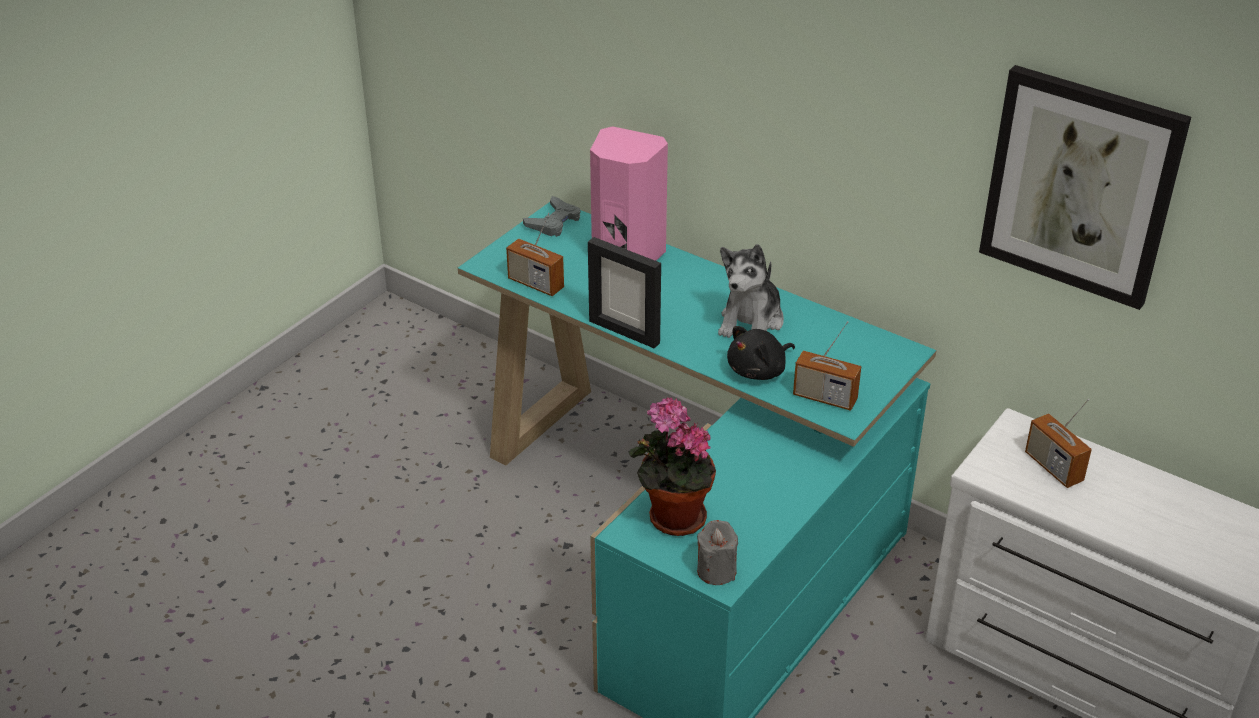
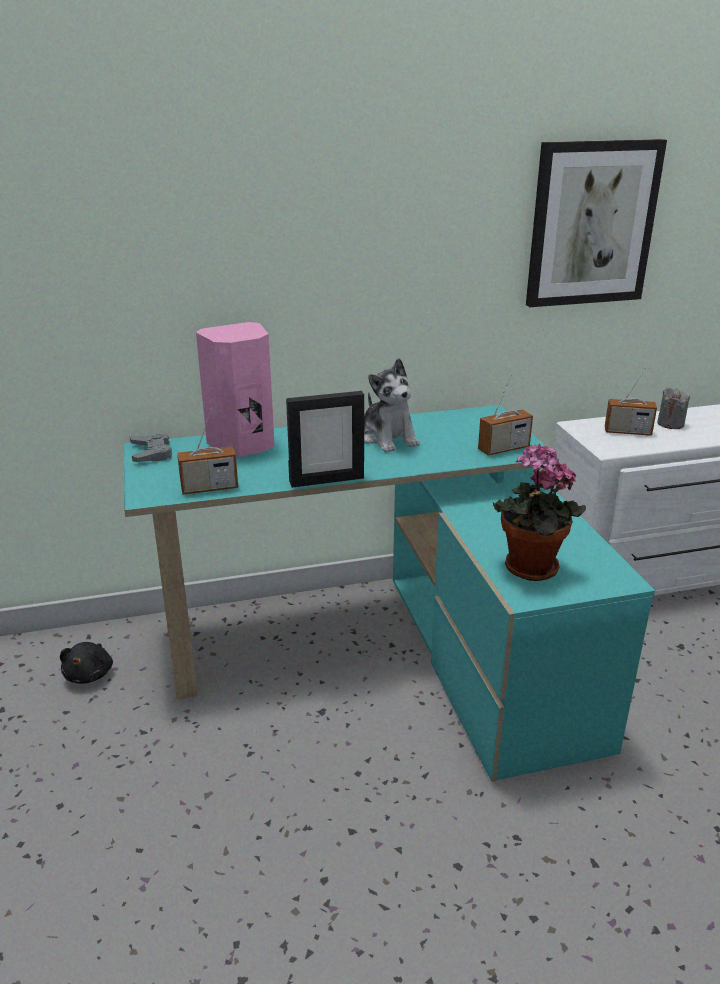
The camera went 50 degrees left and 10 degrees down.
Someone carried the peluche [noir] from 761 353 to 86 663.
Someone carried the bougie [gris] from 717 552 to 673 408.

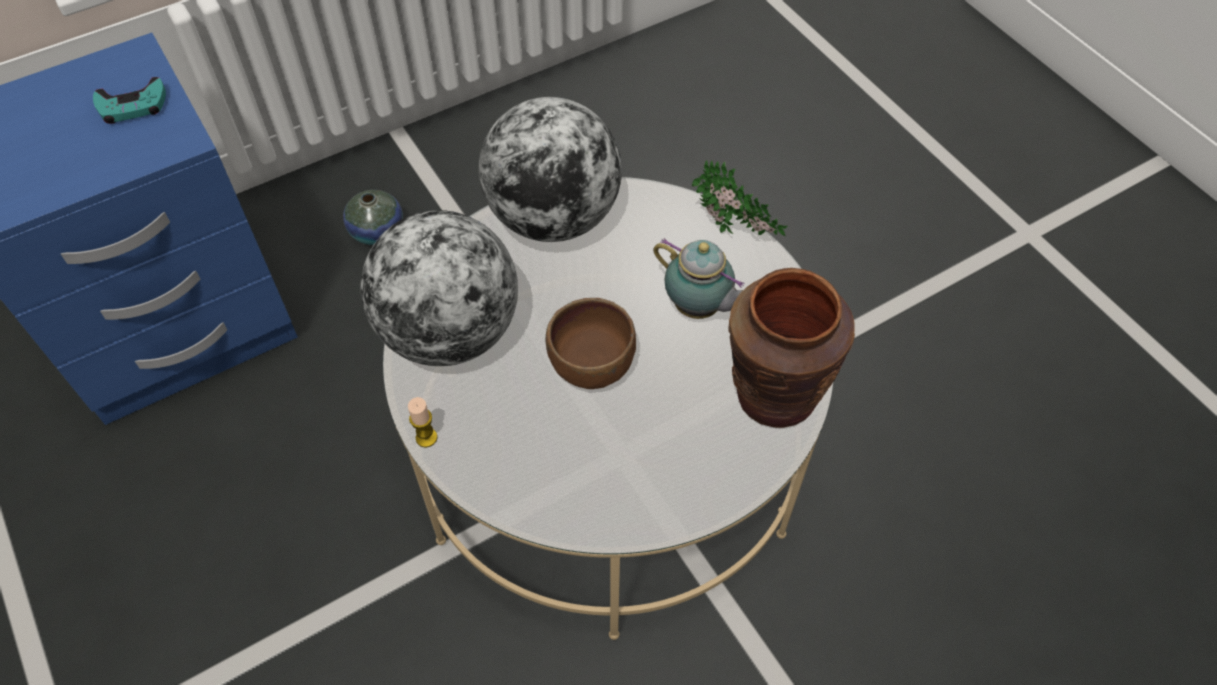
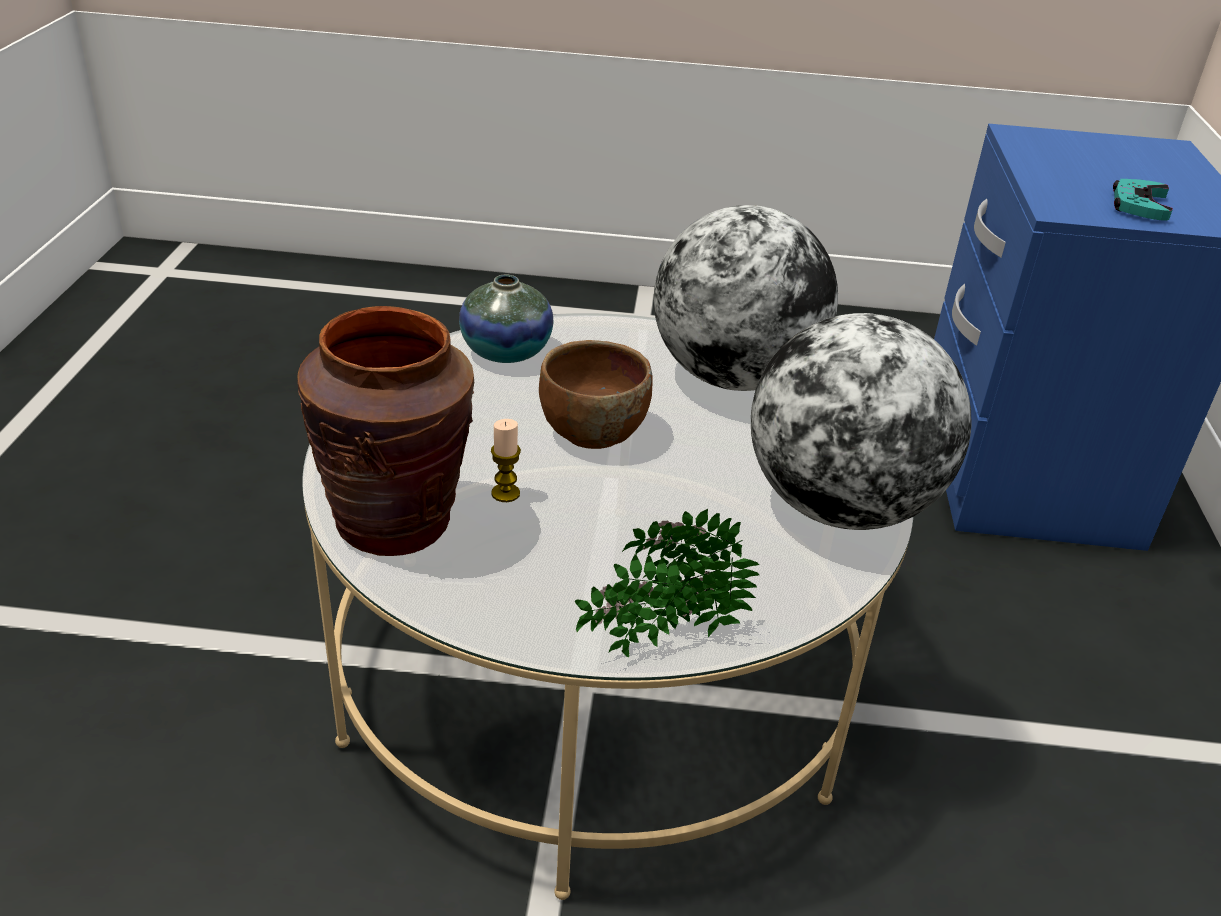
The camera went 125 degrees right and 20 degrees down.
Someone carried the vase from 373 217 to 506 318.
Someone carried the bougie from 423 422 to 506 460.
Someone took away the théière at 699 278.

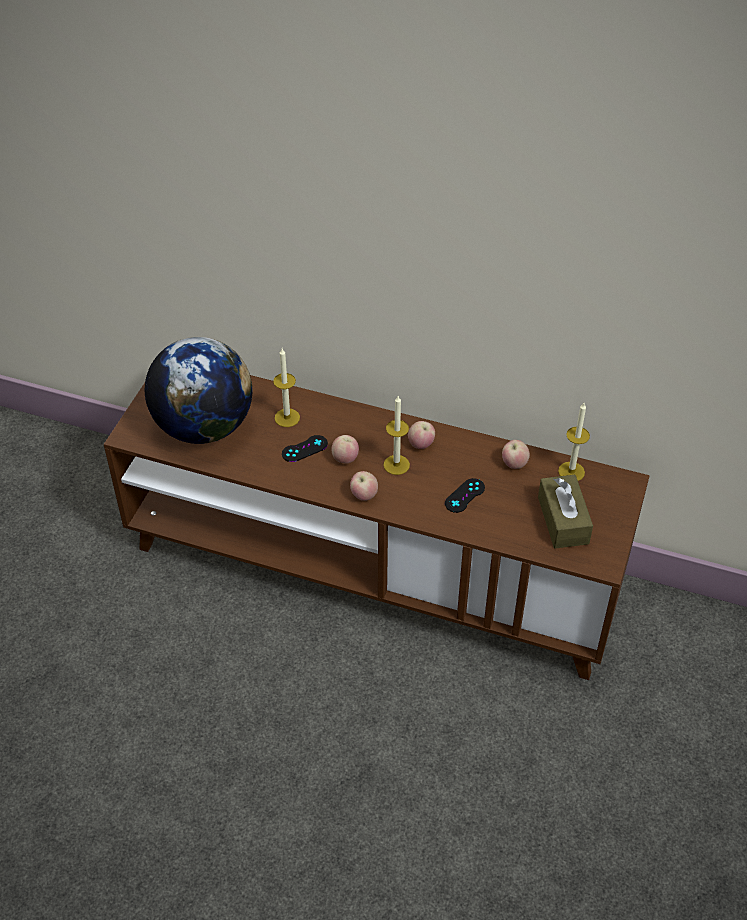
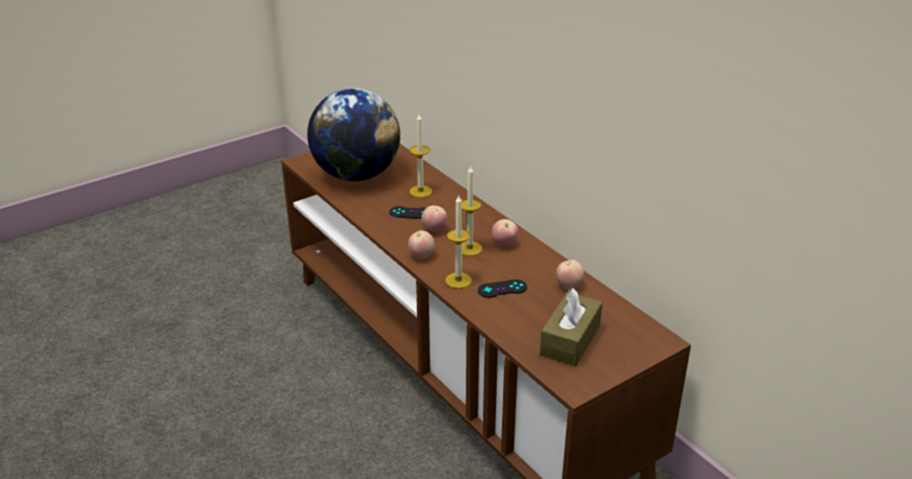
The camera went 35 degrees right and 15 degrees down.
Someone carried the bougie from 574 442 to 458 241.

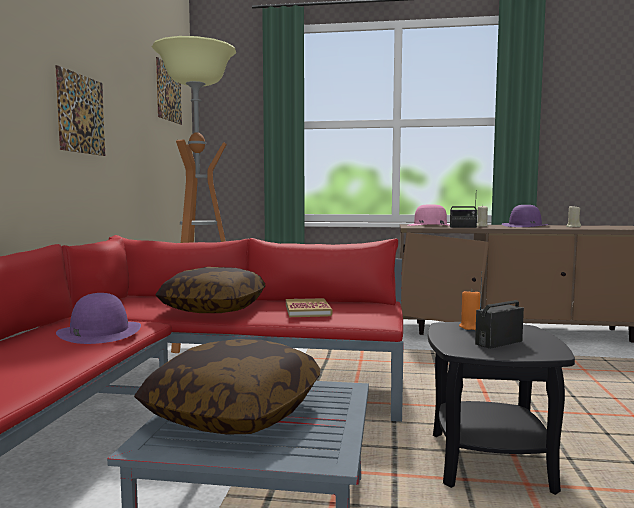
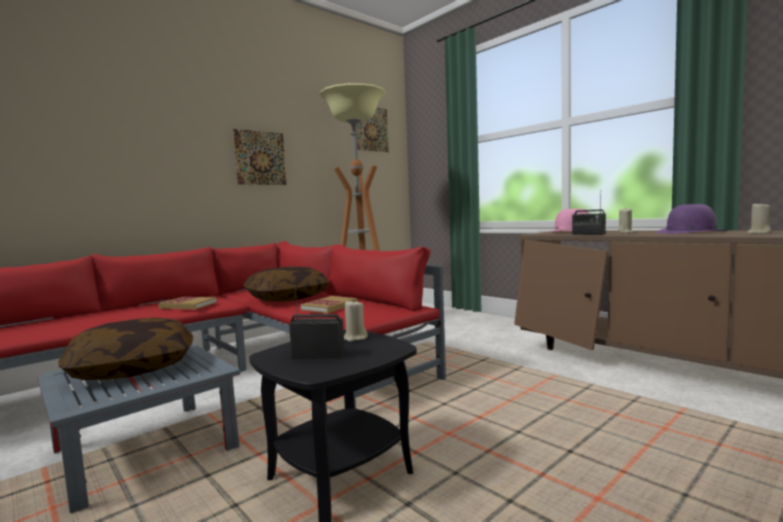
The camera went 40 degrees right and 0 degrees up.
Someone swapped the chapeau [violet] at 98 318 for the livre at 187 303.
Someone repainted the bougie [orange] at 470 310, which became the bougie [beige] at 356 320.

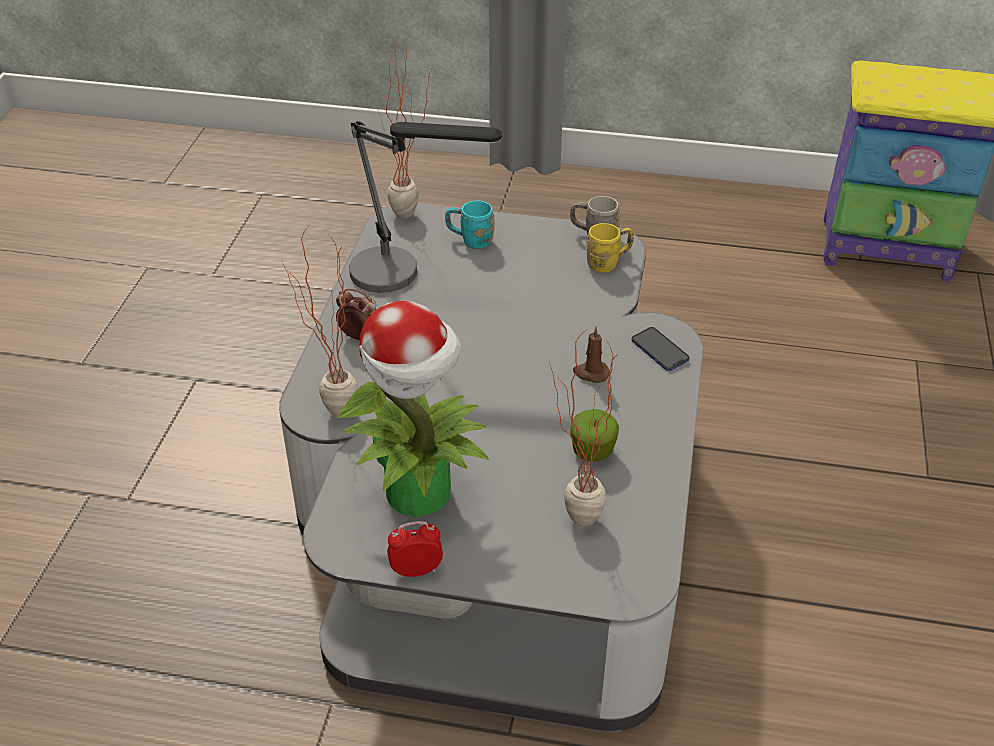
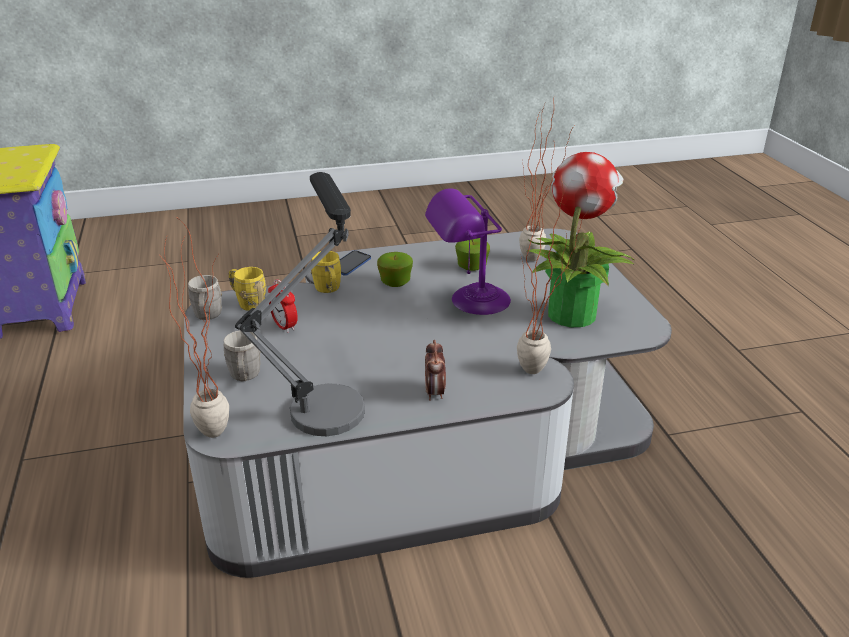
The camera went 115 degrees left and 10 degrees down.
Someone repainted the mug [turquoise] at 470 224, which became the mug [gris] at 242 356.
Someone carried the réveil from 415 549 to 283 306.
Someone put down the mug [jaune] at 326 272.
Someone swapped the bougie [marron] at 591 354 for the pomme at 395 269.
Someone put down the lampe de table [violet] at 468 251.

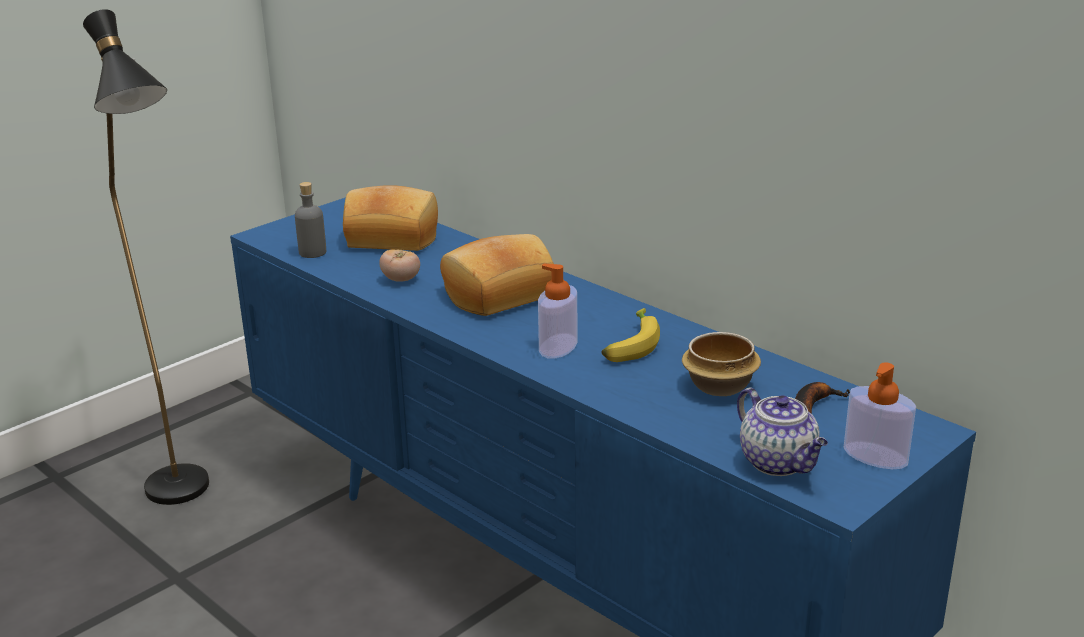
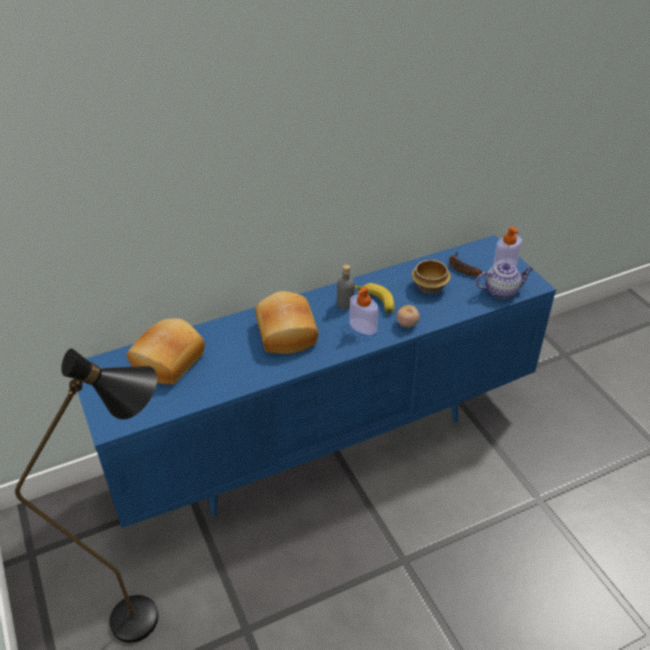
The camera went 70 degrees left and 15 degrees up.
Someone carried the bouteille [gris] from 310 220 to 346 287.
Someone carried the tomate from 399 265 to 408 316.

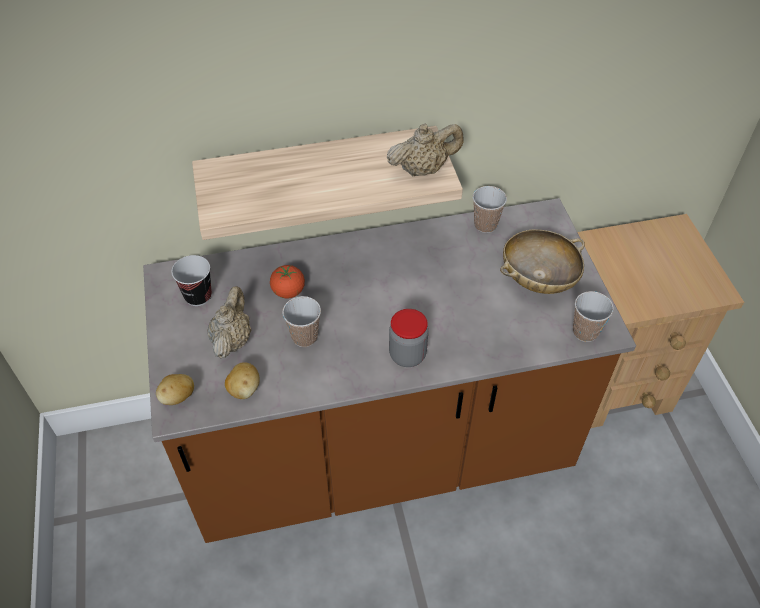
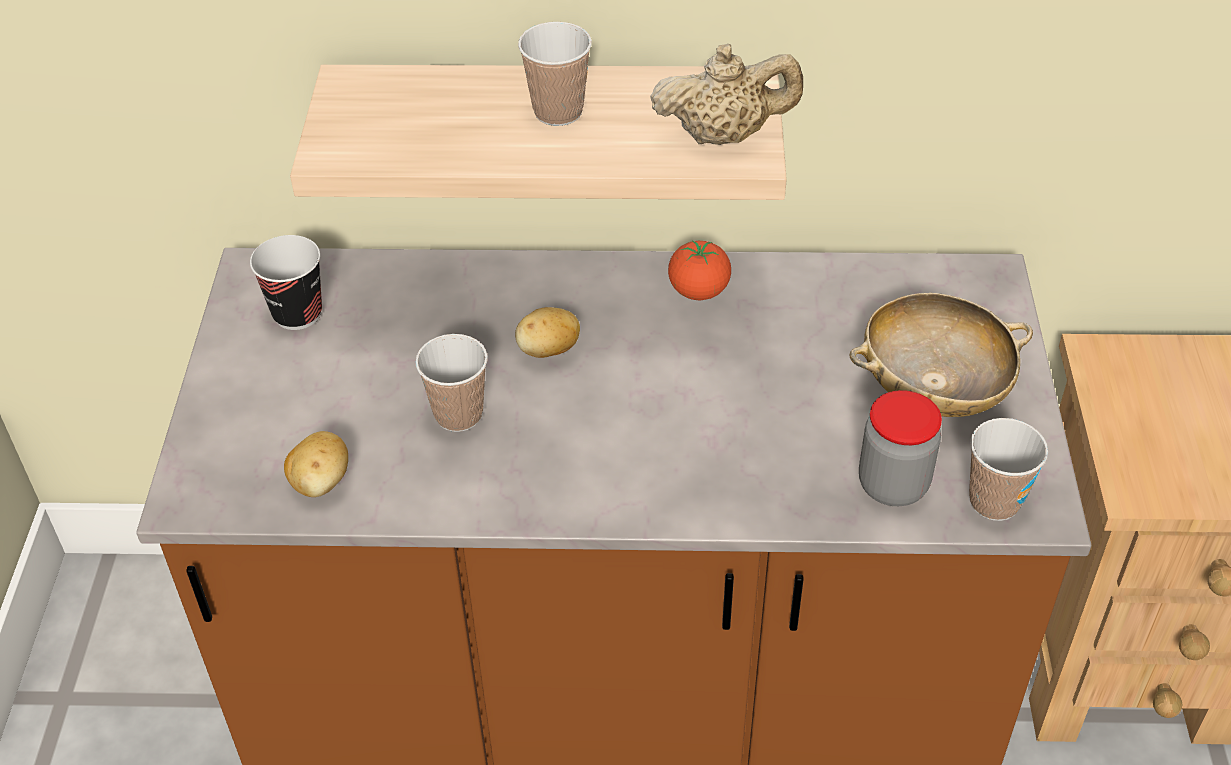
The camera went 15 degrees right and 5 degrees down.
Someone carried the pomme de terre from 175 389 to 547 332.
Someone carried the tasse from 490 209 to 555 74.
Someone carried the tomate from 287 281 to 699 270.
Someone carried the bocal from 408 338 to 900 448.
Someone took away the théière [beige] at 229 322.

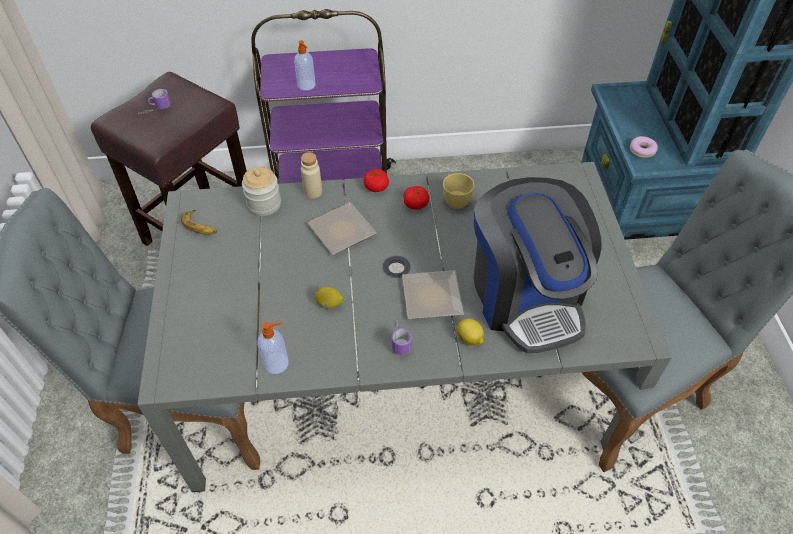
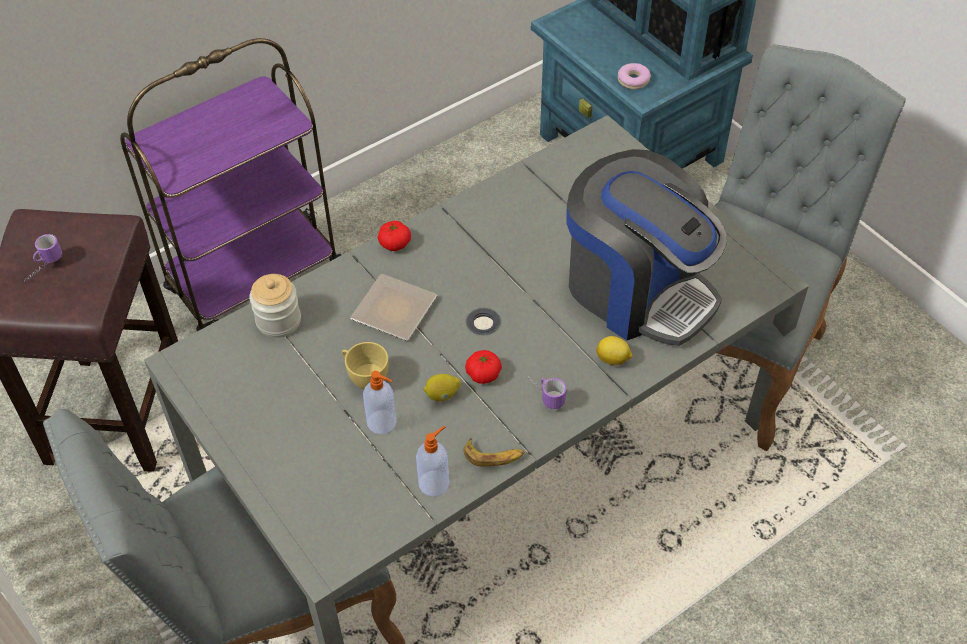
The camera went 30 degrees left and 0 degrees up.
Someone carried the tasse [jaune] from 459 191 to 365 366.
Someone carried the distributeur de savon from 304 65 to 380 402.
Someone carried the banane from 199 222 to 494 452.
Someone carried the tomate from 416 198 to 483 367.
Someone took away the bouteille [beige] at 311 175.
Someone took away the assiette at 433 294.

